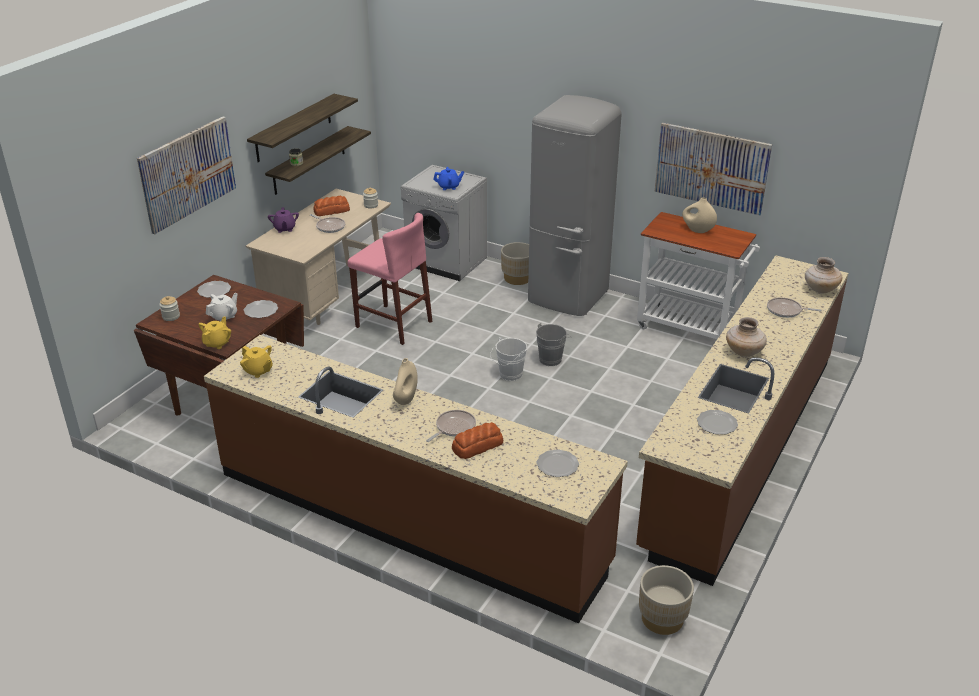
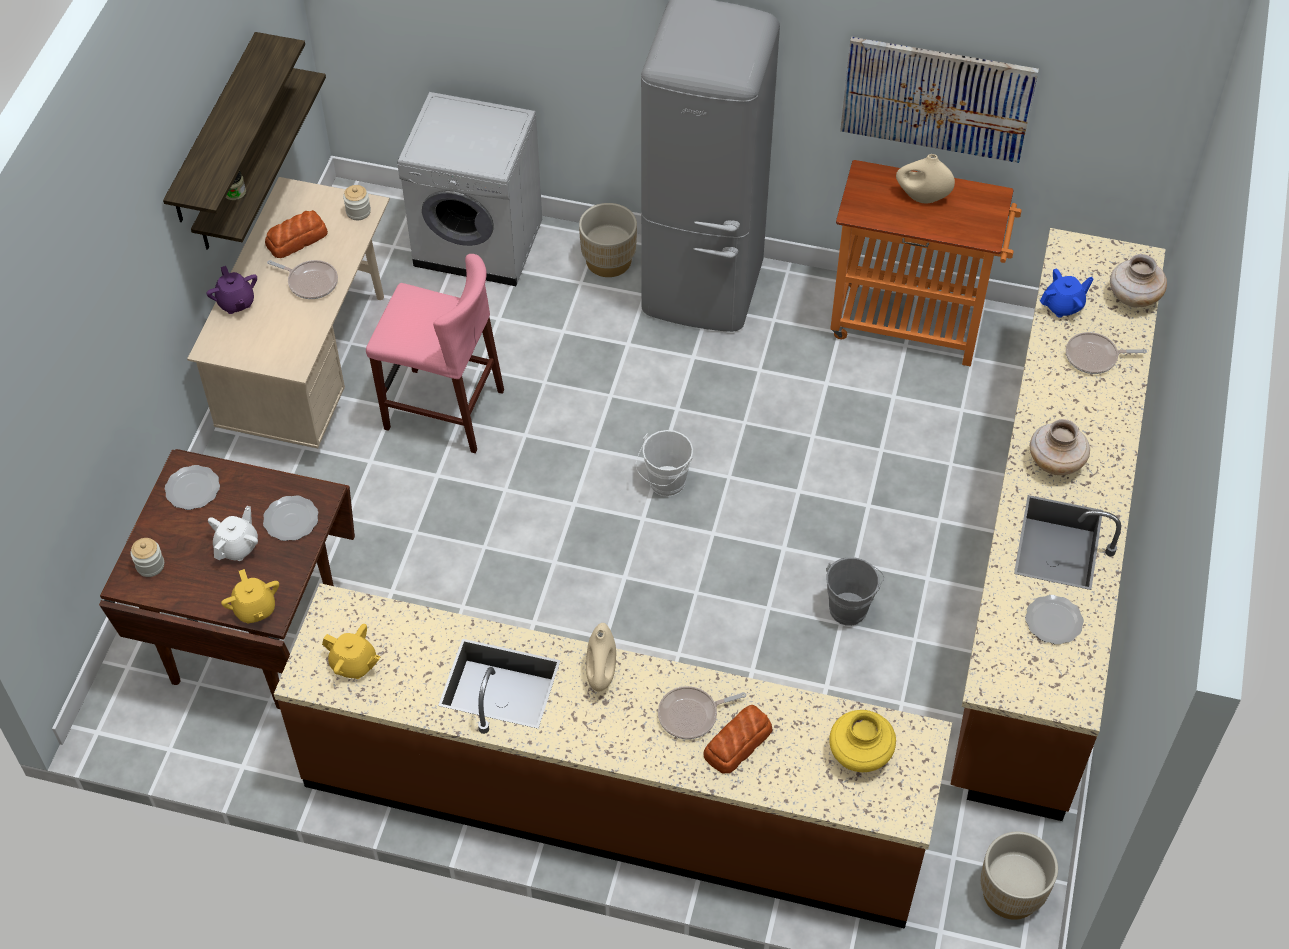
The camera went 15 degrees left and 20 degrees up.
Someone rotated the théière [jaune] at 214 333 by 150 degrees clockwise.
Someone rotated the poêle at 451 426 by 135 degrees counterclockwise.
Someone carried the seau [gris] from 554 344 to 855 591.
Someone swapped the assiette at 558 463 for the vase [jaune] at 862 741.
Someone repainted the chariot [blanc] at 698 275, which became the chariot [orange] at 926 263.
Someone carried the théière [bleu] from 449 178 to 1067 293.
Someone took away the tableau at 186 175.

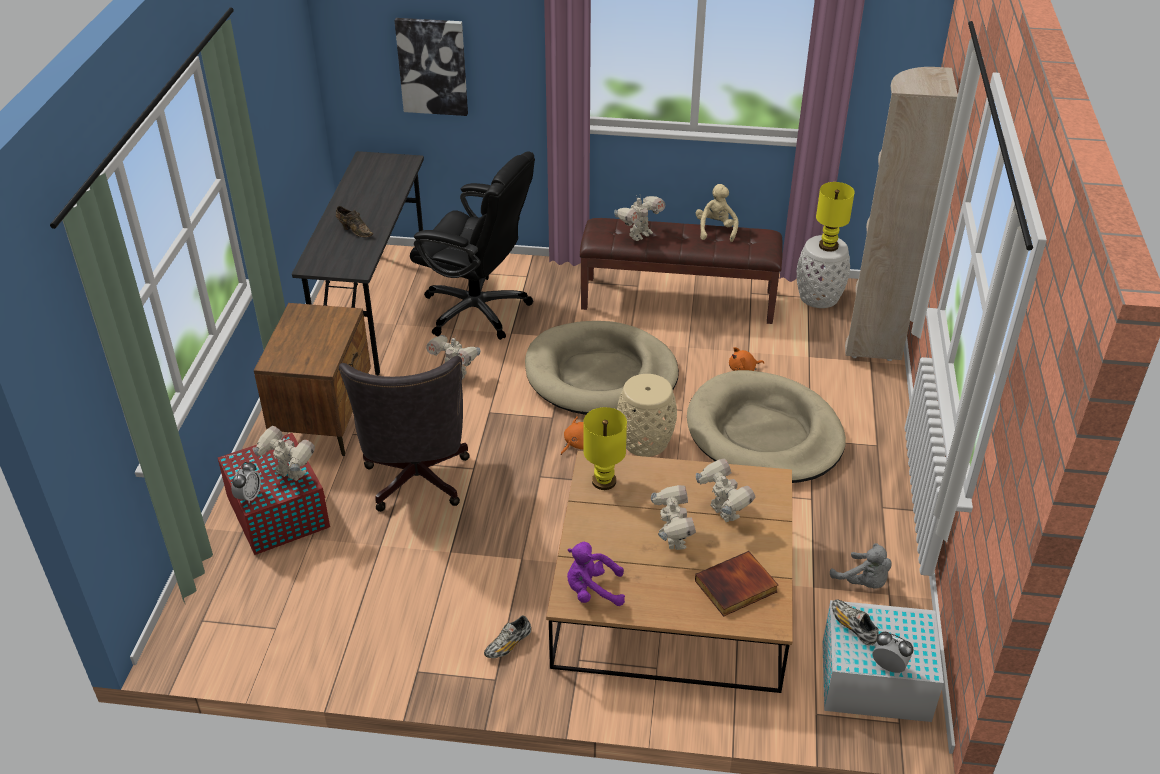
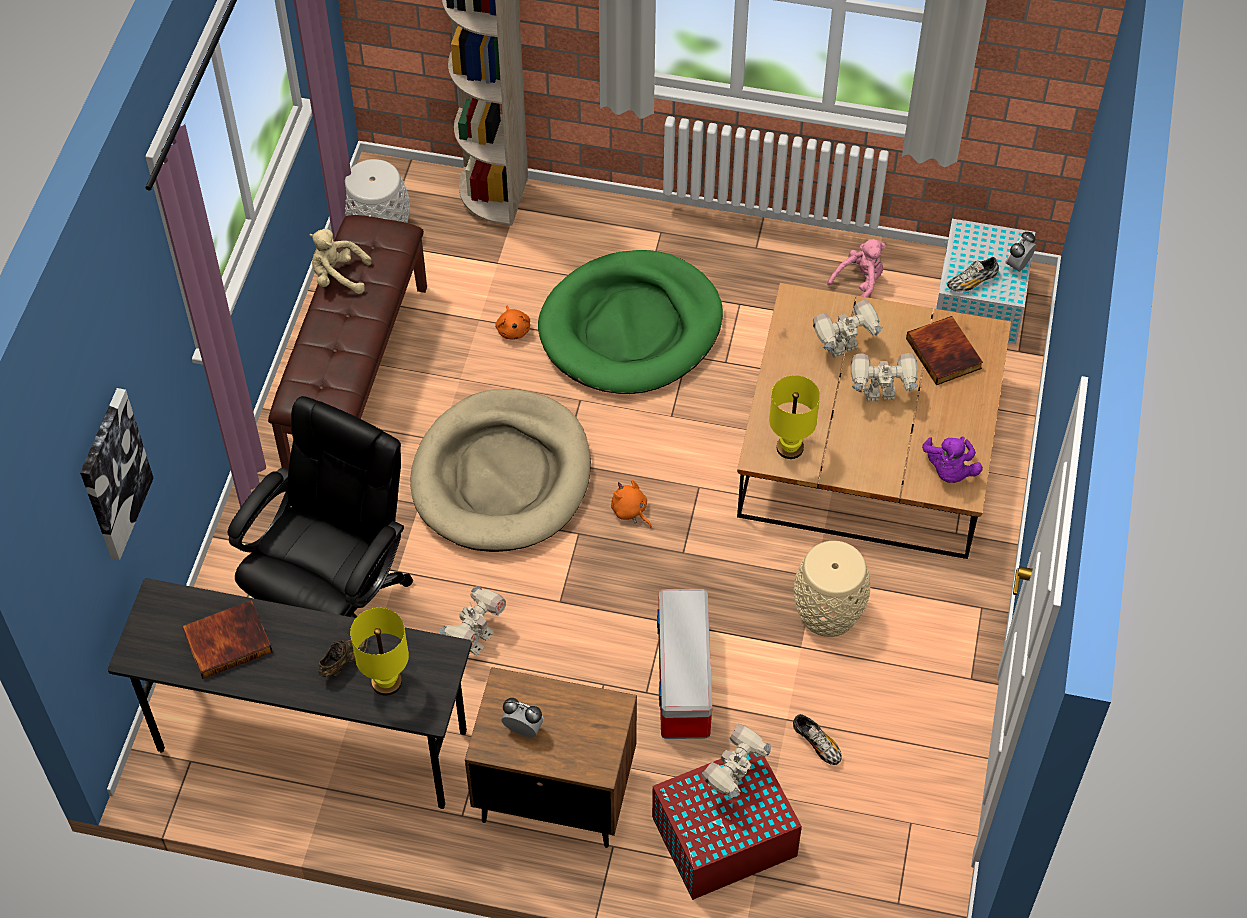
The camera went 85 degrees left and 15 degrees up.
Someone put down the livre at 227 639.
Someone carried the lampe de table [jaune] from 835 217 to 379 652.
Someone carried the réveil from 246 482 to 522 717.
Someone repainted the panier pour chien [beige] at 766 426, which became the panier pour chien [vert] at 630 322.
Someone swapped the chaise de bureau [gris] at 404 434 for the boîte de rangement at 684 664.
Someone carried the chaussure from 507 636 to 817 739.
Someone carried the tabouret [beige] from 647 415 to 832 589.
Someone repainted the peluche [gris] at 861 566, which became the peluche [rose] at 856 273.
Someone took away the robot jouet at 639 218.

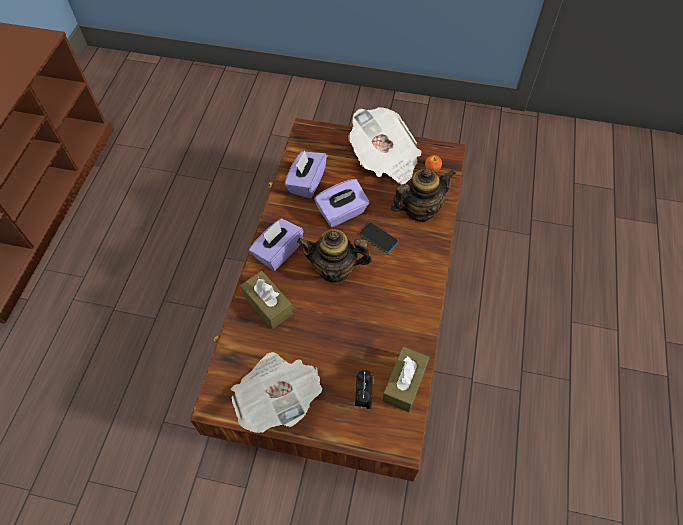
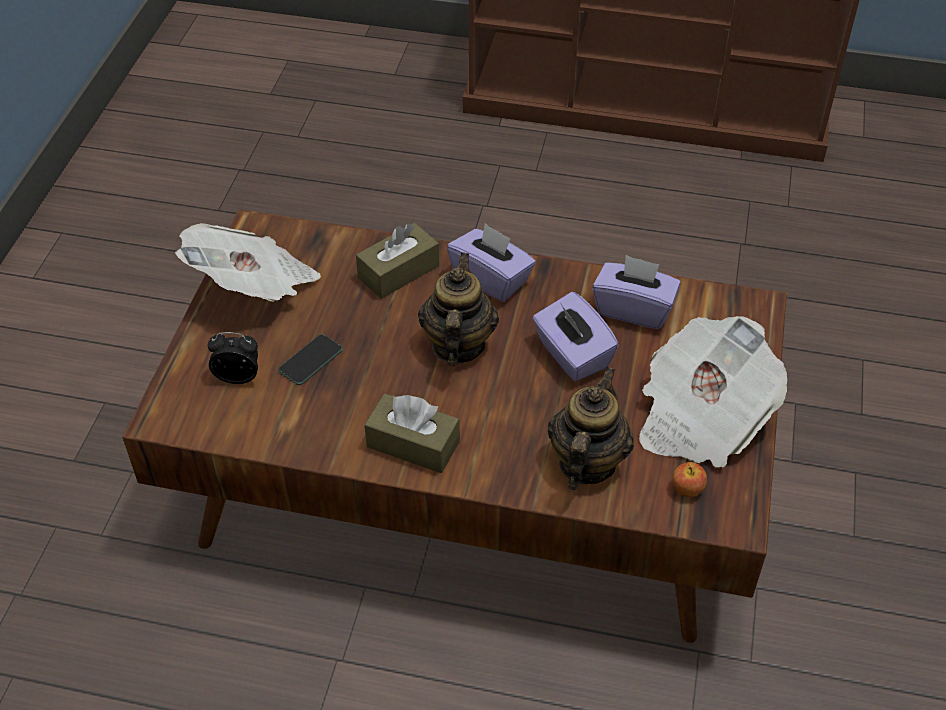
The camera went 90 degrees right and 10 degrees down.
Someone carried the téléphone from 379 237 to 310 359.
Someone carried the boîte à mouchoirs [marron] from 405 379 to 412 433.
Someone rotated the théière at 423 195 by 135 degrees counterclockwise.

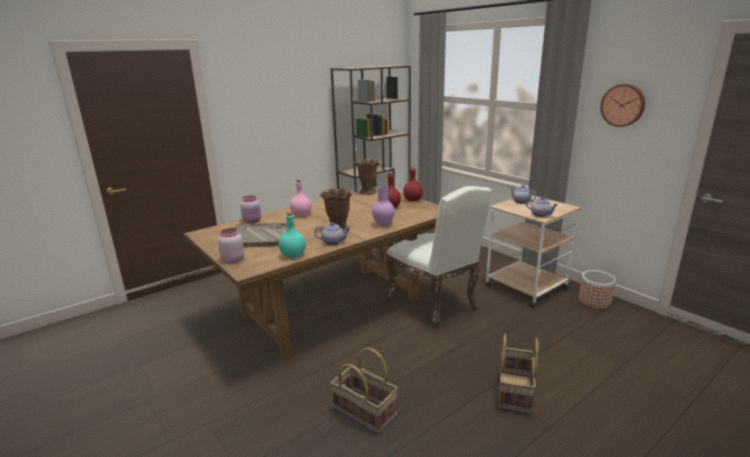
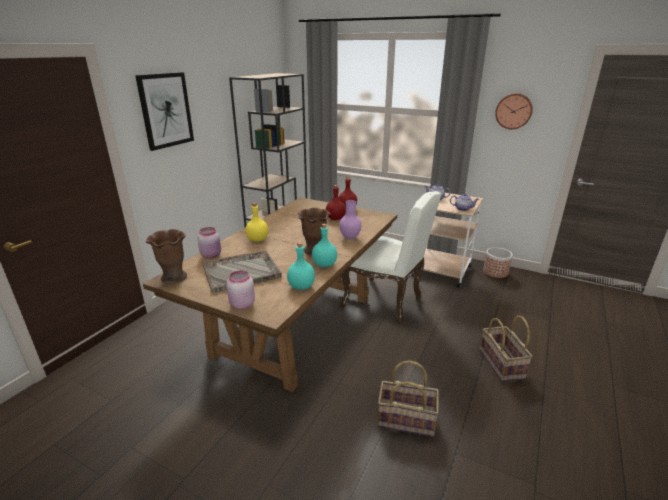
The camera went 25 degrees left and 5 degrees up.
Someone put up the tableau at 164 111.
Someone carried the vase [marron] from 367 177 to 166 256.
Someone repainted the bouteille [rose] at 301 197, which became the bouteille [jaune] at 256 222.
Someone swapped the théière at 332 233 for the bouteille [turquoise] at 324 245.

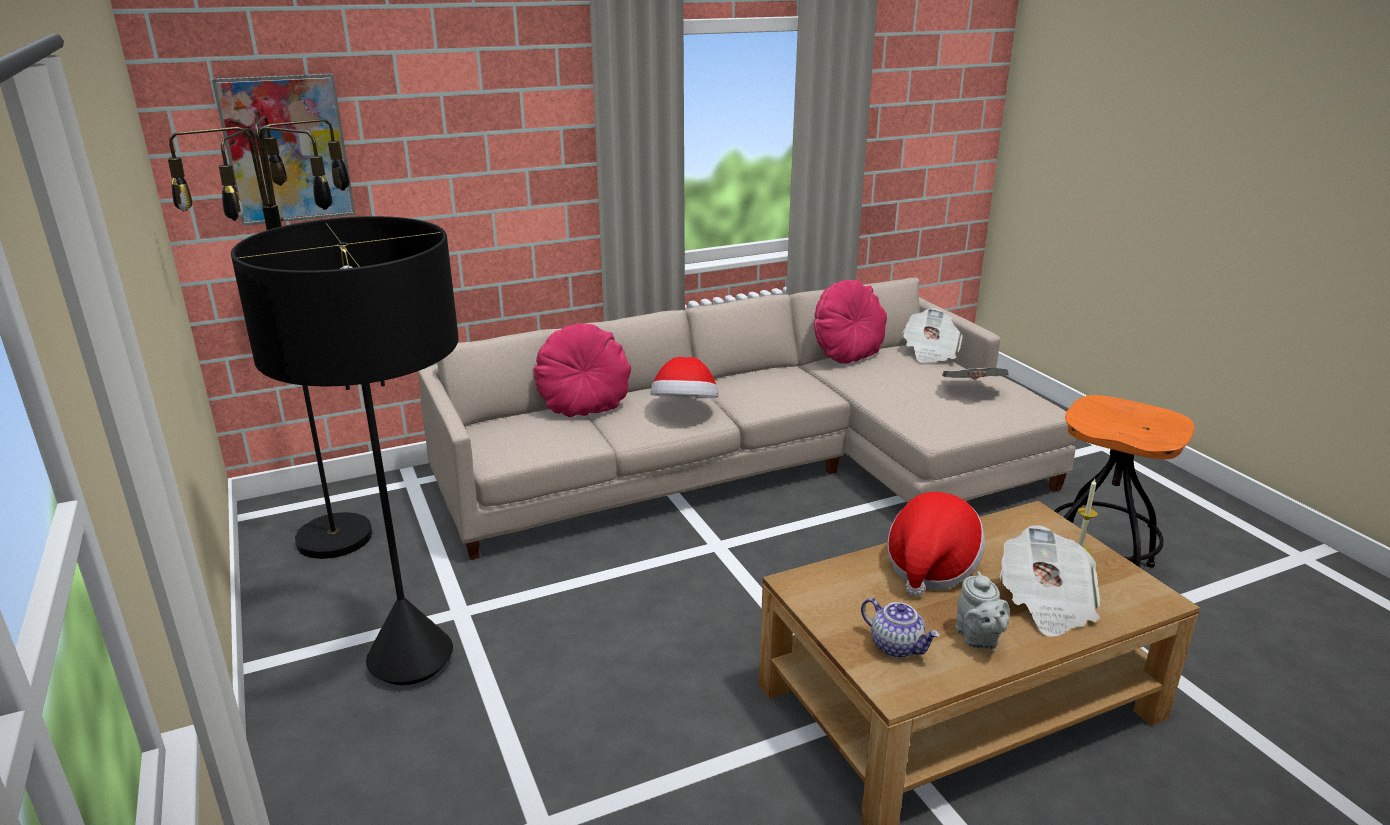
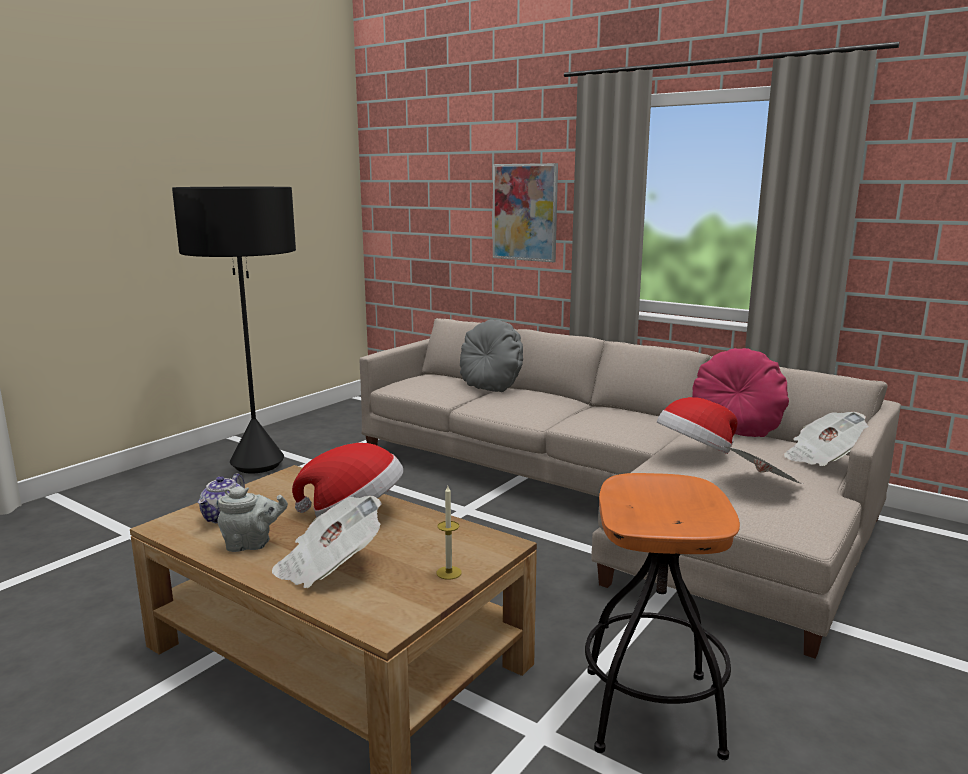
The camera went 60 degrees right and 10 degrees down.
Someone rotated the théière [gris] at 982 610 by 150 degrees counterclockwise.
Someone repainted the coussin [rose] at 582 370, which became the coussin [gris] at 491 356.
Someone carried the tableau from 283 149 to 525 212.
Someone carried the chapeau from 684 377 to 697 425.
Someone took away the lampadaire at 270 337.

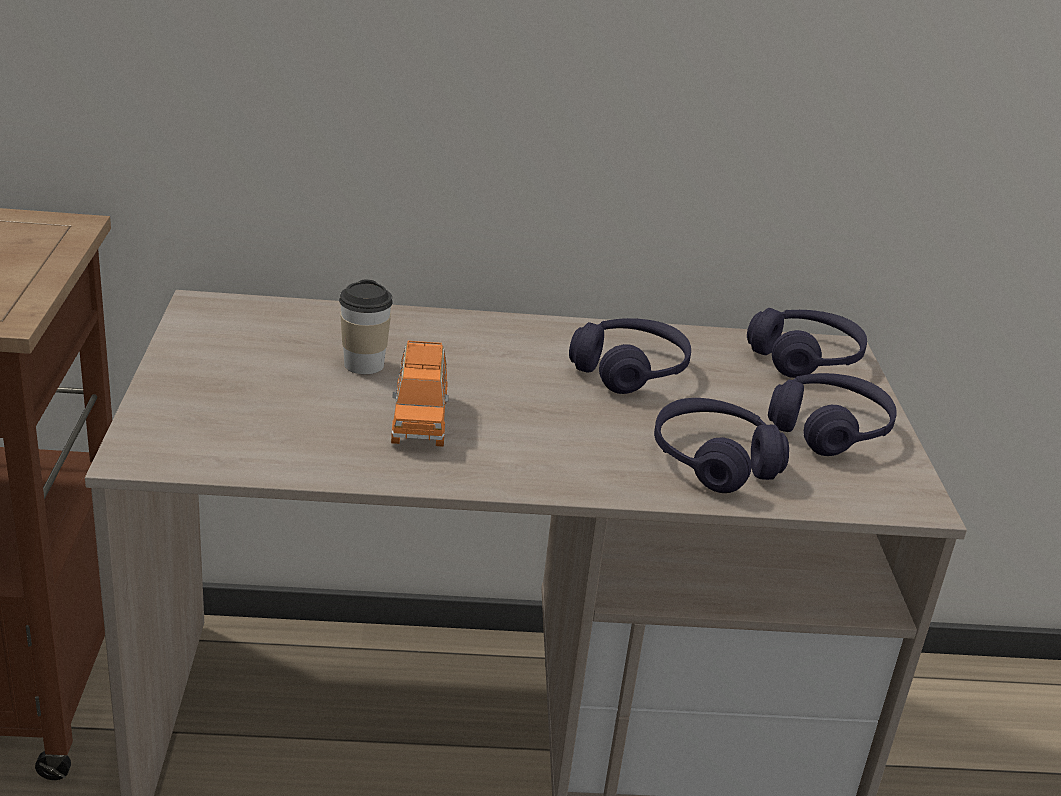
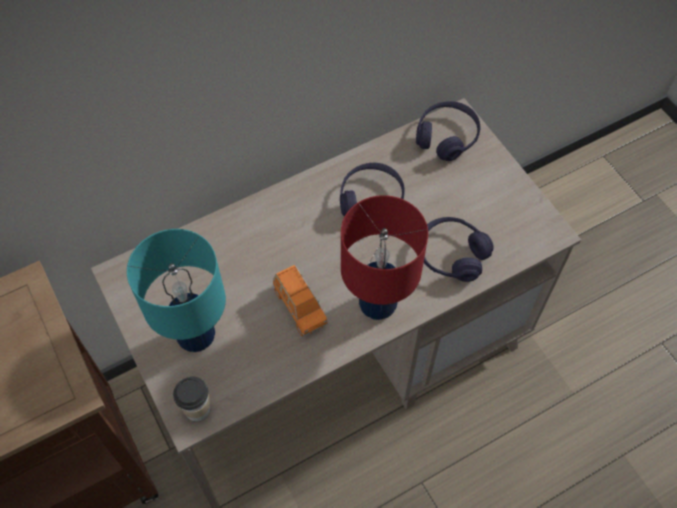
The camera went 25 degrees left and 30 degrees up.
Someone put down the lampe de table [turquoise] at 176 290.
Someone carried the tasse from 366 326 to 192 399.
Someone put down the lampe de table [rouge] at 384 257.
Someone took away the casque audio [violet] at 832 414.

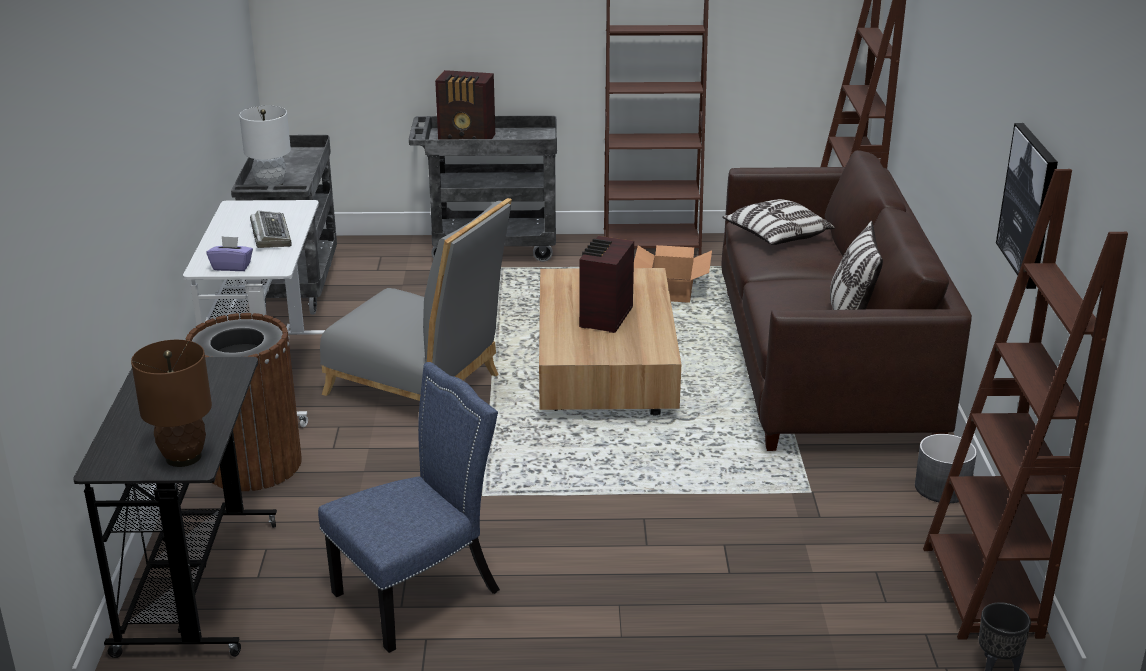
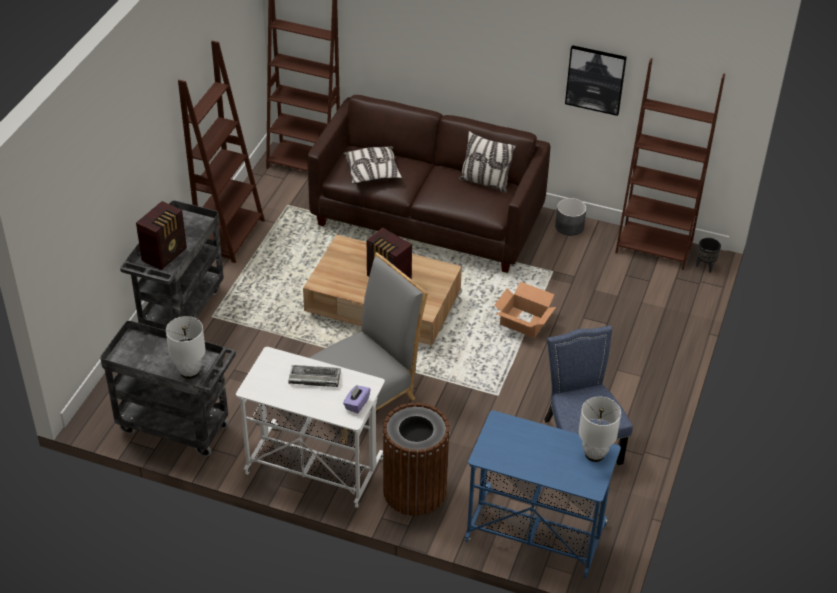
The camera went 70 degrees left and 15 degrees up.
Someone repainted the bureau [noir] at 175 507, which became the bureau [bleu] at 543 494.
Someone carried the carton from 673 274 to 525 310.
Someone repainted the lampe de table [marron] at 171 403, which became the lampe de table [blanc] at 600 429.

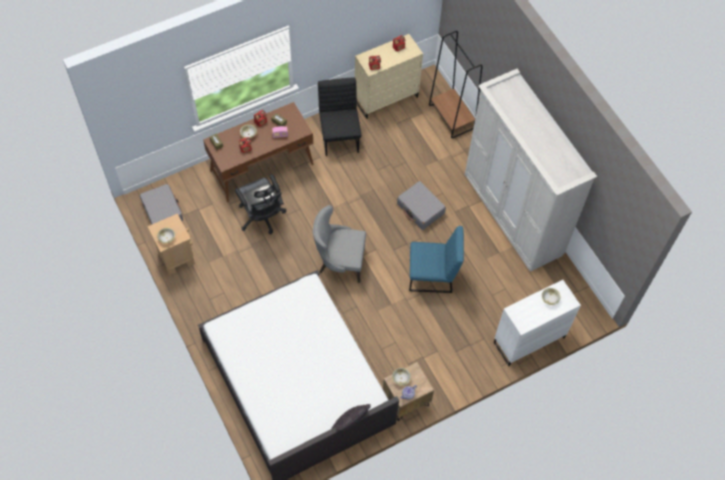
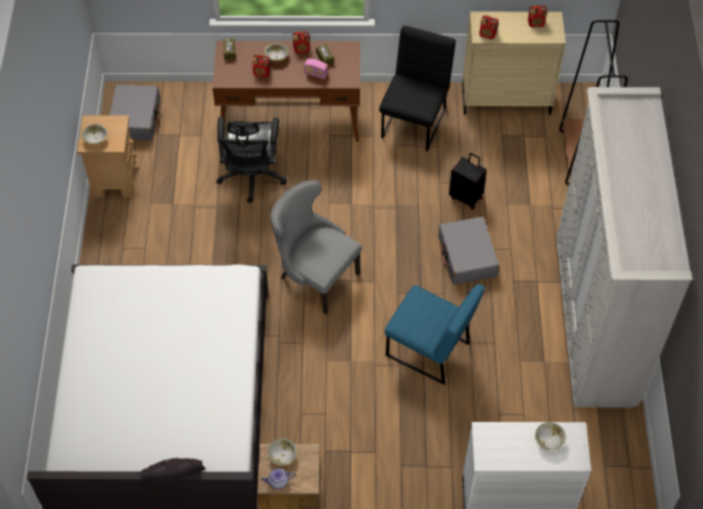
The camera went 30 degrees right and 5 degrees down.
Someone put down the valise [noir] at 468 181.

